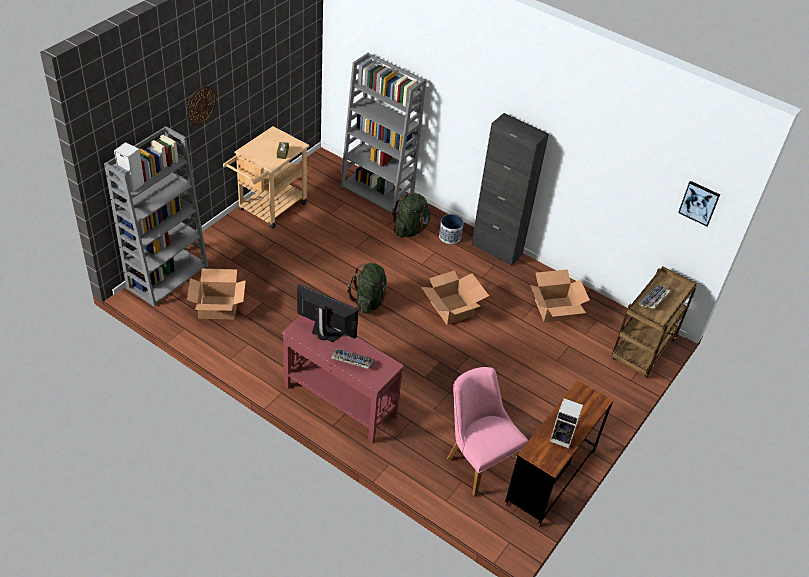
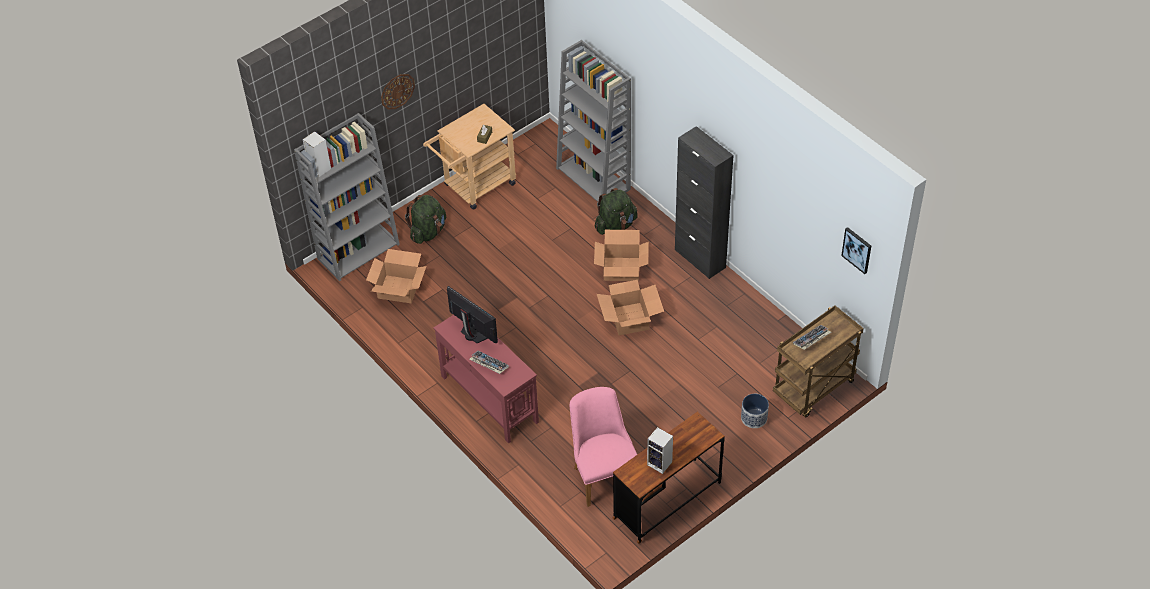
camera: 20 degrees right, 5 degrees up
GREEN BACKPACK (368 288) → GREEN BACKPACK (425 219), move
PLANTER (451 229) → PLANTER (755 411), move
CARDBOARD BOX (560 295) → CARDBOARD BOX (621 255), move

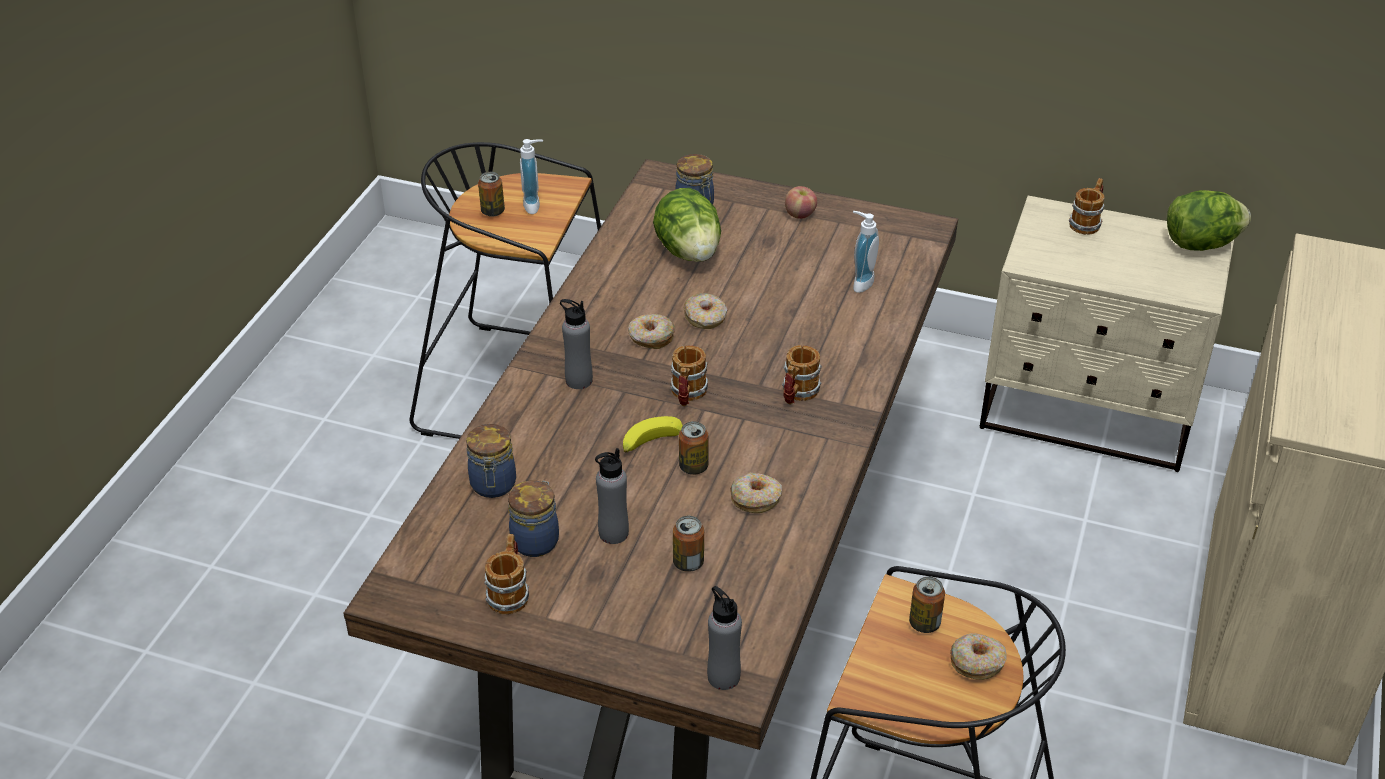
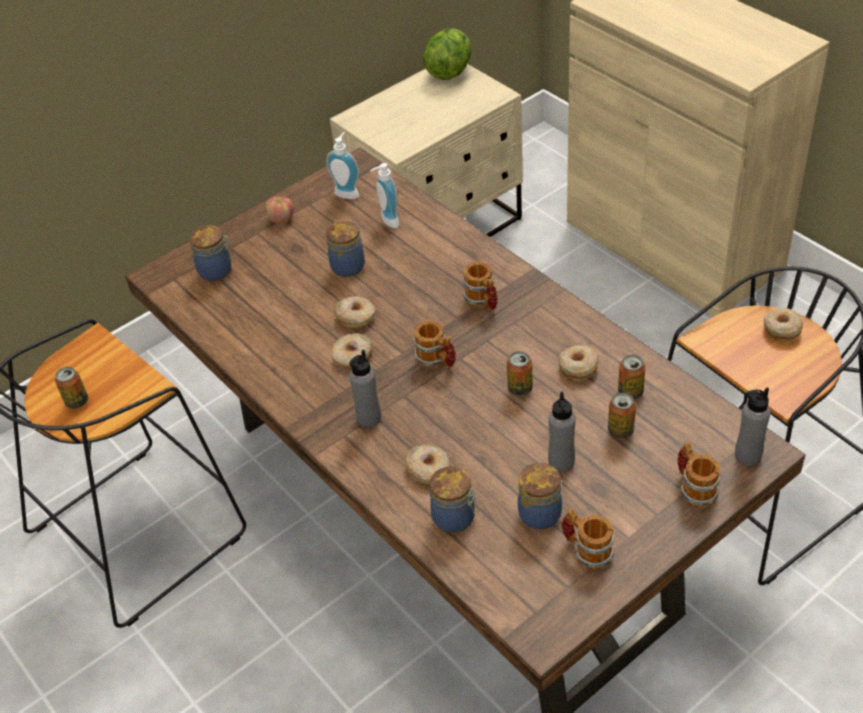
camera: 55 degrees left, 5 degrees up
SOAP DISPENSER (531 176) → SOAP DISPENSER (342 165), move
BANANA (653 434) → -
LETTUCE (687 225) → -
CAN (927 605) → CAN (631 377), move
MUG (1087 206) → MUG (699 474), move
- → JAR (345 249)
- → DONUT (427 464)

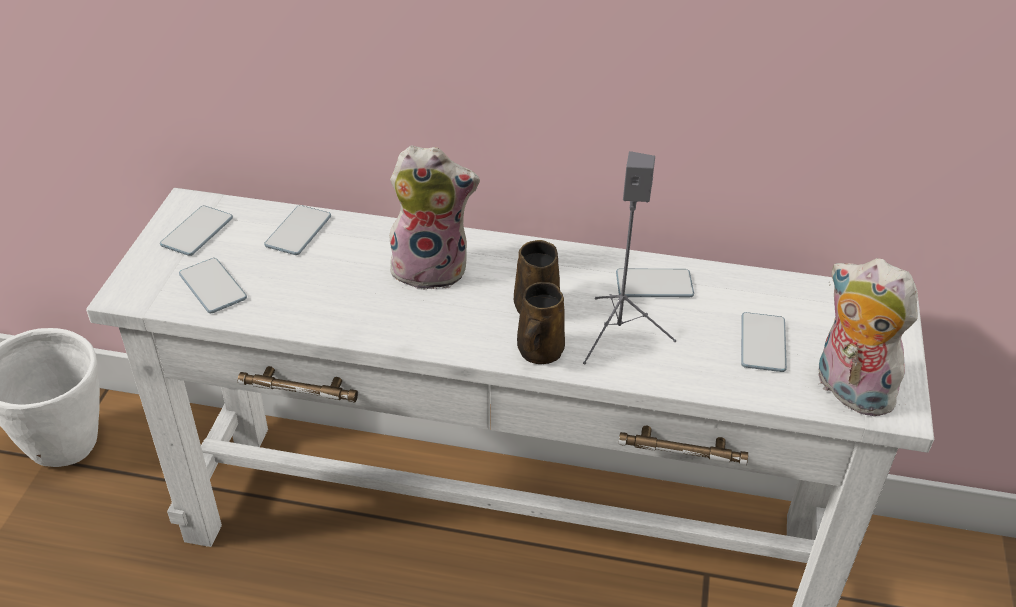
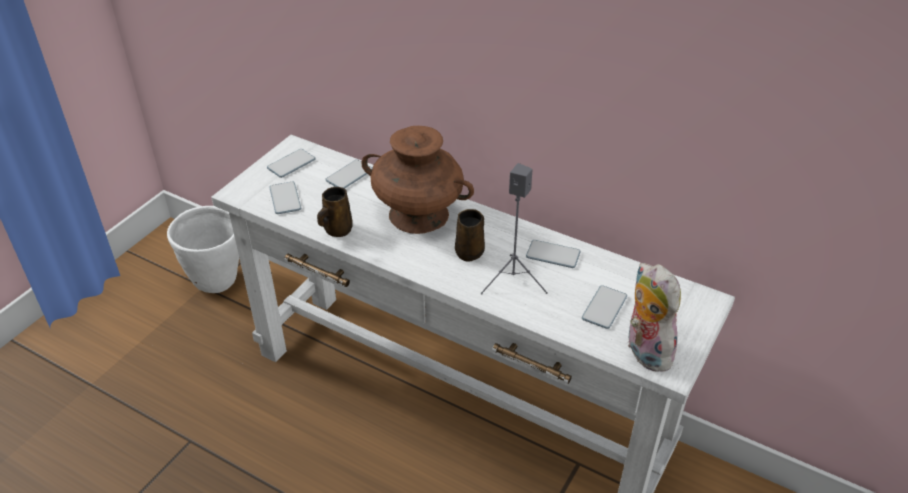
camera: 20 degrees right, 0 degrees up
PLUSH TOY (434 217) → BROWN VASE (417 180)
BROWN MUG (541 323) → BROWN MUG (335 212), move

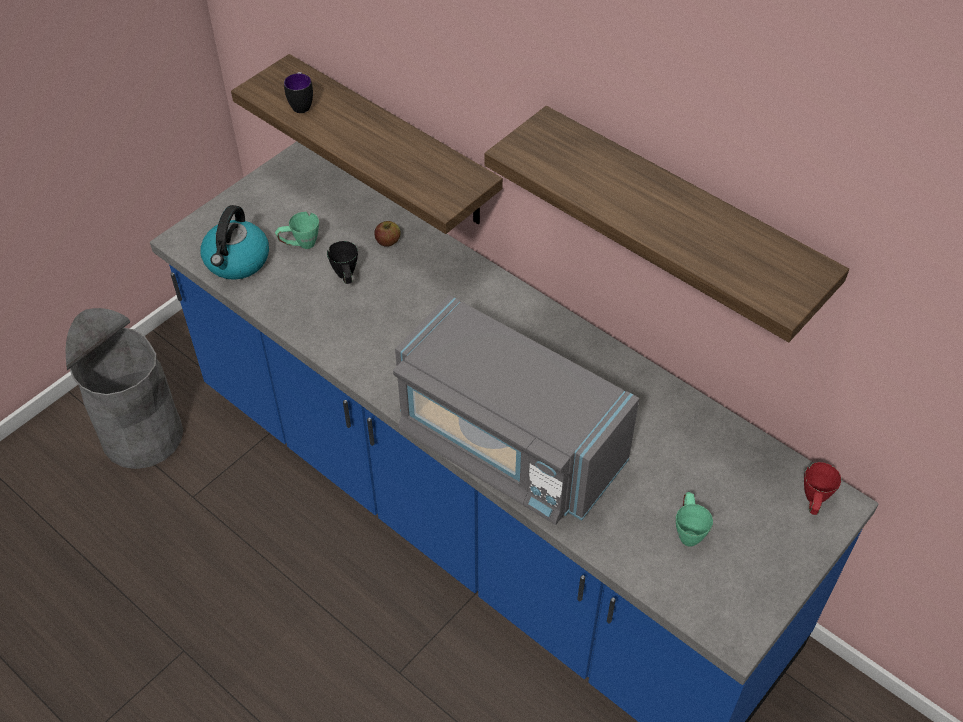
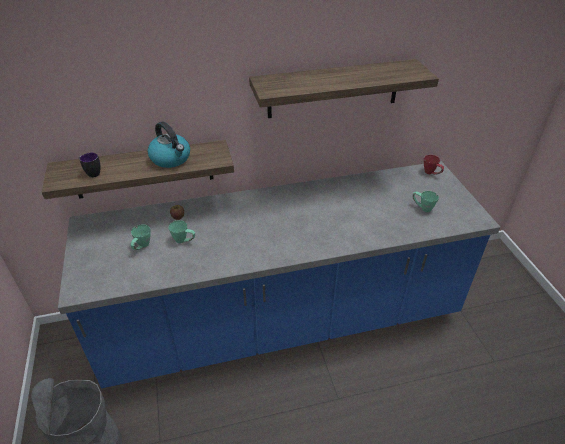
camera: 55 degrees left, 10 degrees down
KETTLE (234 242) → KETTLE (169 145), move
BLACK MUG (342 262) → GREEN MUG (181 231)
GREY MICROWAVE (516 410) → -

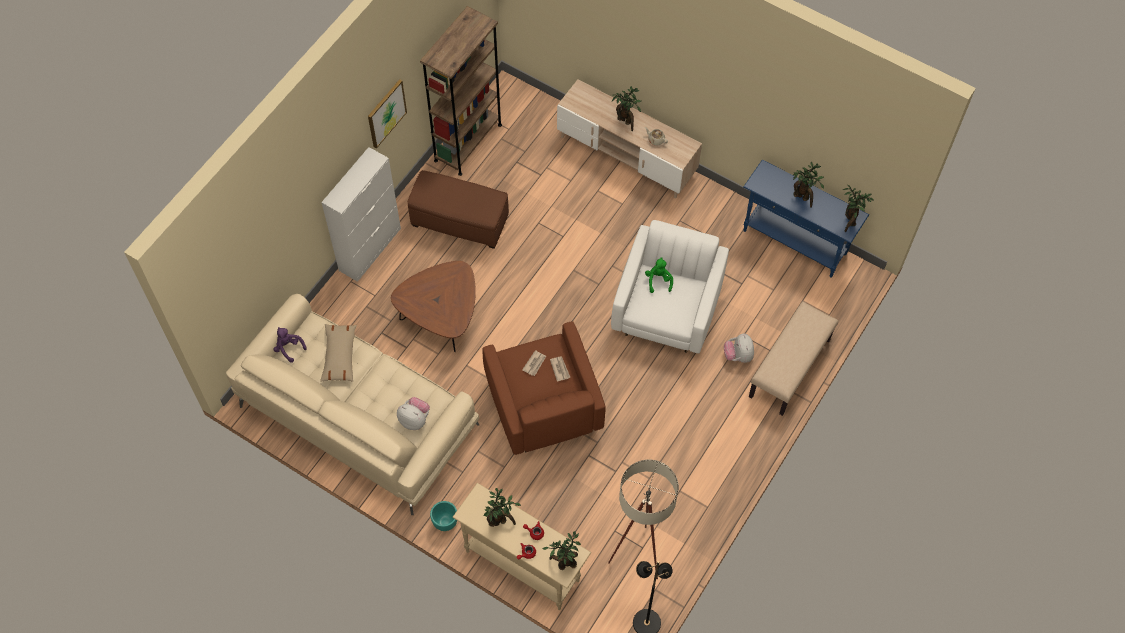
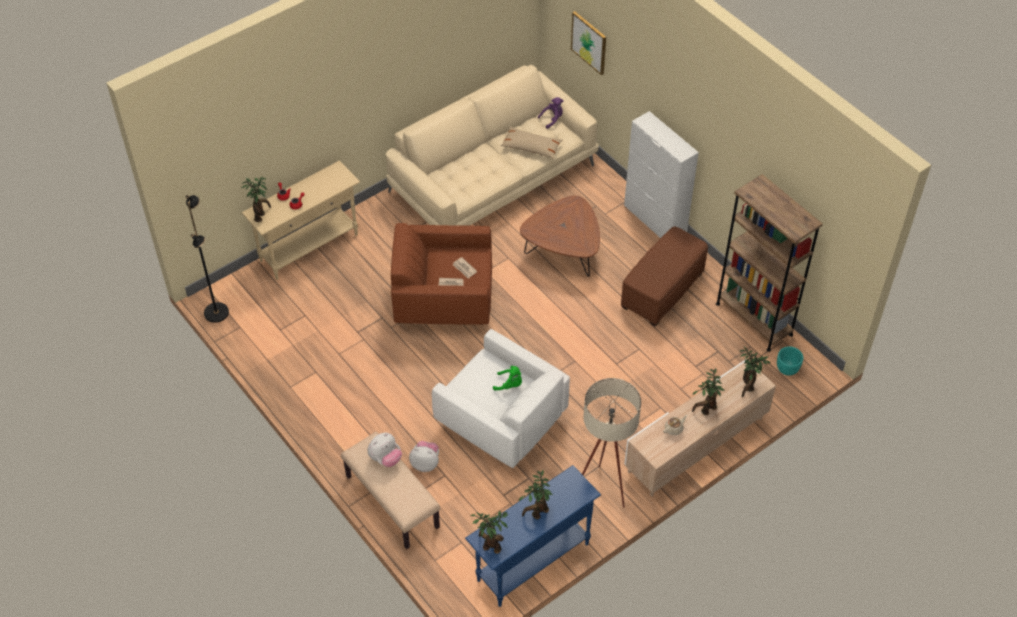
camera: 110 degrees right, 10 degrees down
PICTURE (387 114) → PICTURE (588 43), move
PLUSH TOY (413 413) → PLUSH TOY (385 450), move
TURQUOISE PLANTER (443 516) → TURQUOISE PLANTER (790 361), move
POTTED PLANT (502 507) → POTTED PLANT (755 372), move
BEIGE FLOOR LAMP (643 519) → BEIGE FLOOR LAMP (611 443), move

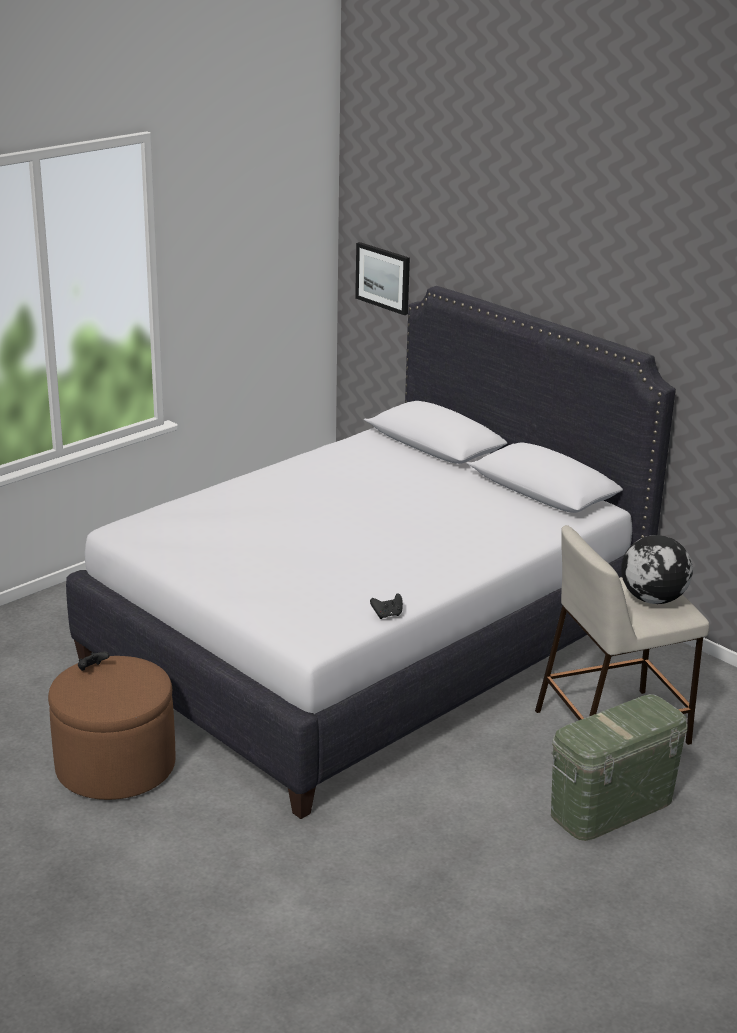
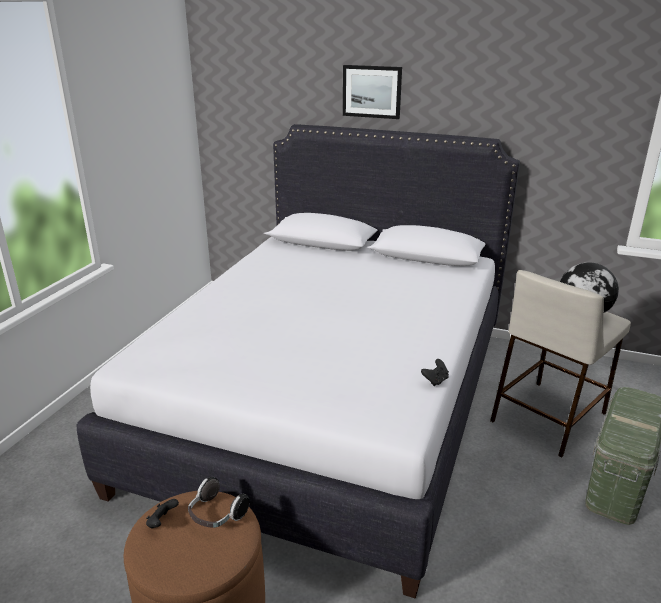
camera: 25 degrees left, 0 degrees up
PICTURE (382 278) → PICTURE (372 92), move
- → HEADPHONES (219 502)

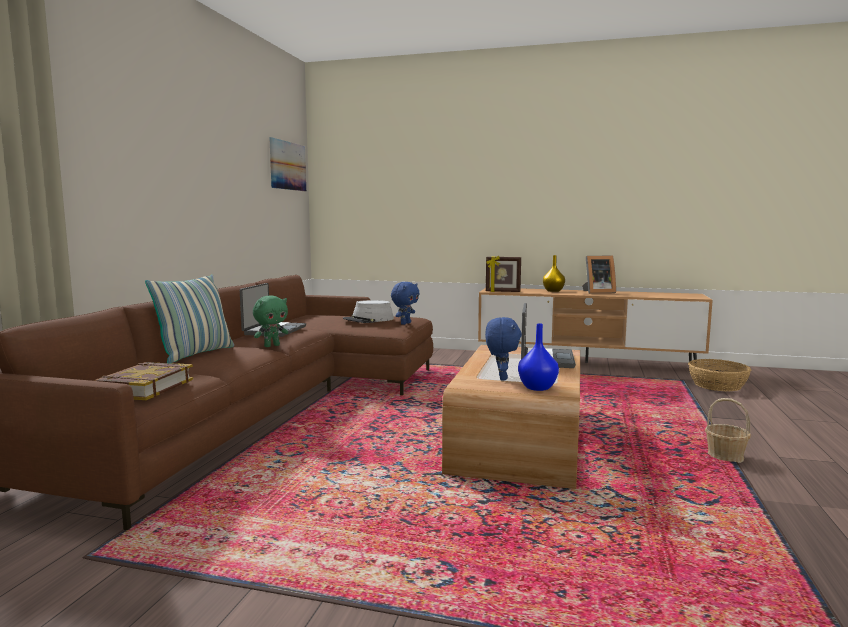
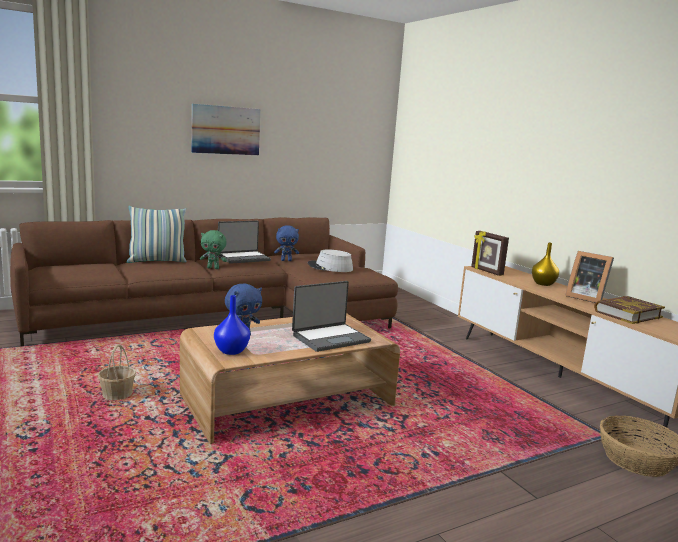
camera: 45 degrees right, 5 degrees up
BOOK (143 381) → BOOK (629 310), move
PICTURE (287 164) → PICTURE (226 129), move
BLUE PLUSH TOY (405 303) → BLUE PLUSH TOY (286 243), move
BASKET (728 430) → BASKET (117 372), move

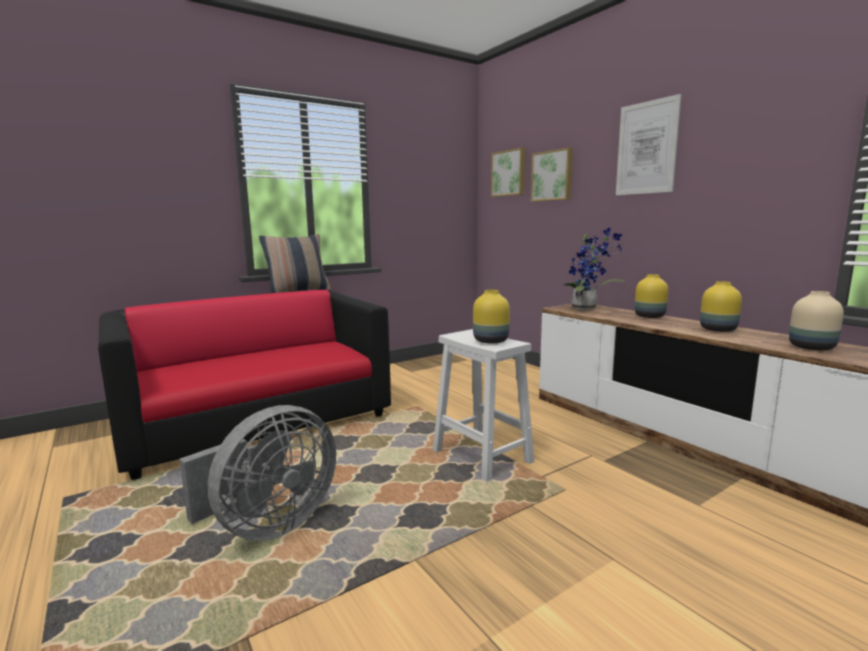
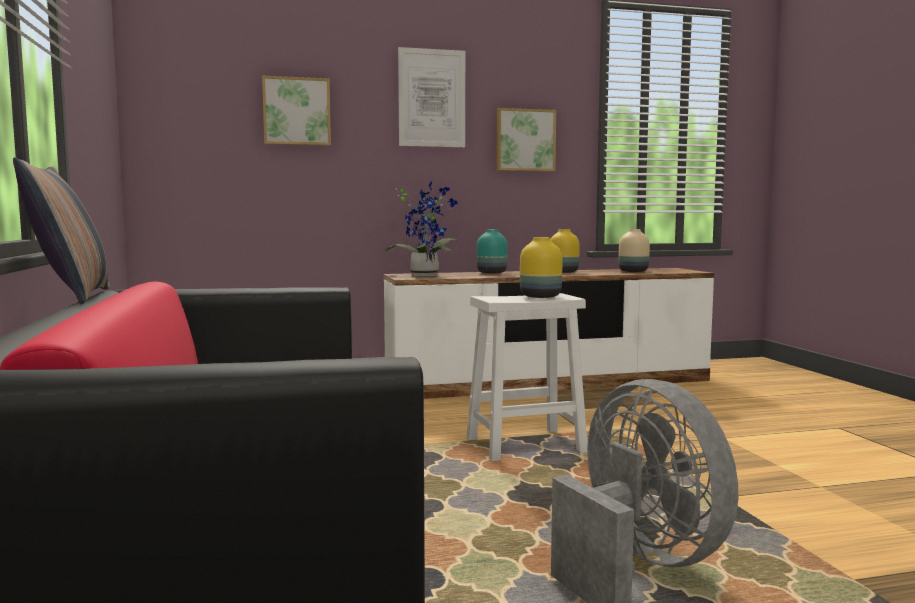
camera: 70 degrees left, 5 degrees down
PICTURE (508 172) → PICTURE (526 139), move
YELLOW VASE (651 296) → TURQUOISE VASE (492 251)

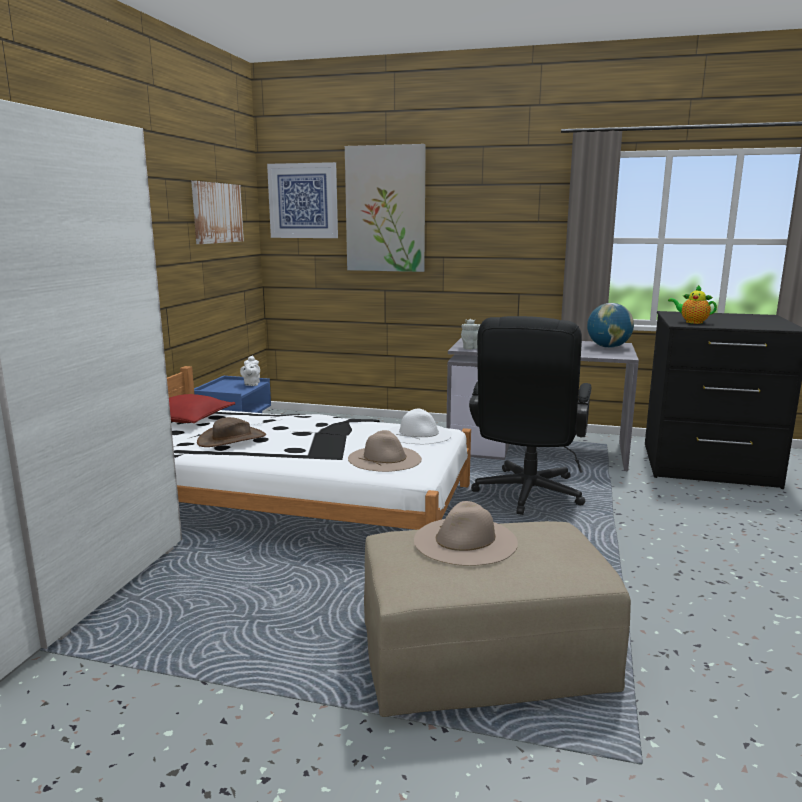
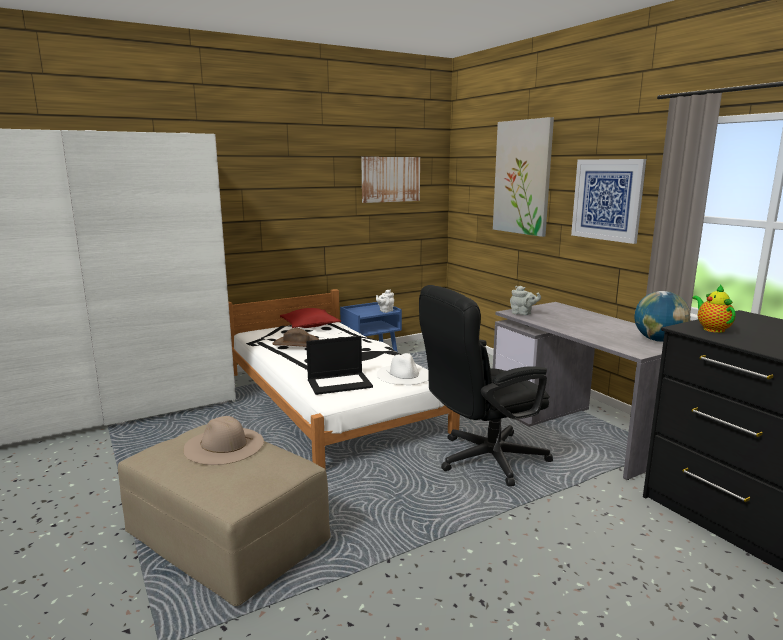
camera: 45 degrees right, 0 degrees up
PICTURE (302 200) → PICTURE (608 201), move
BEIGE HAT (385 451) → LAPTOP (339 365)

